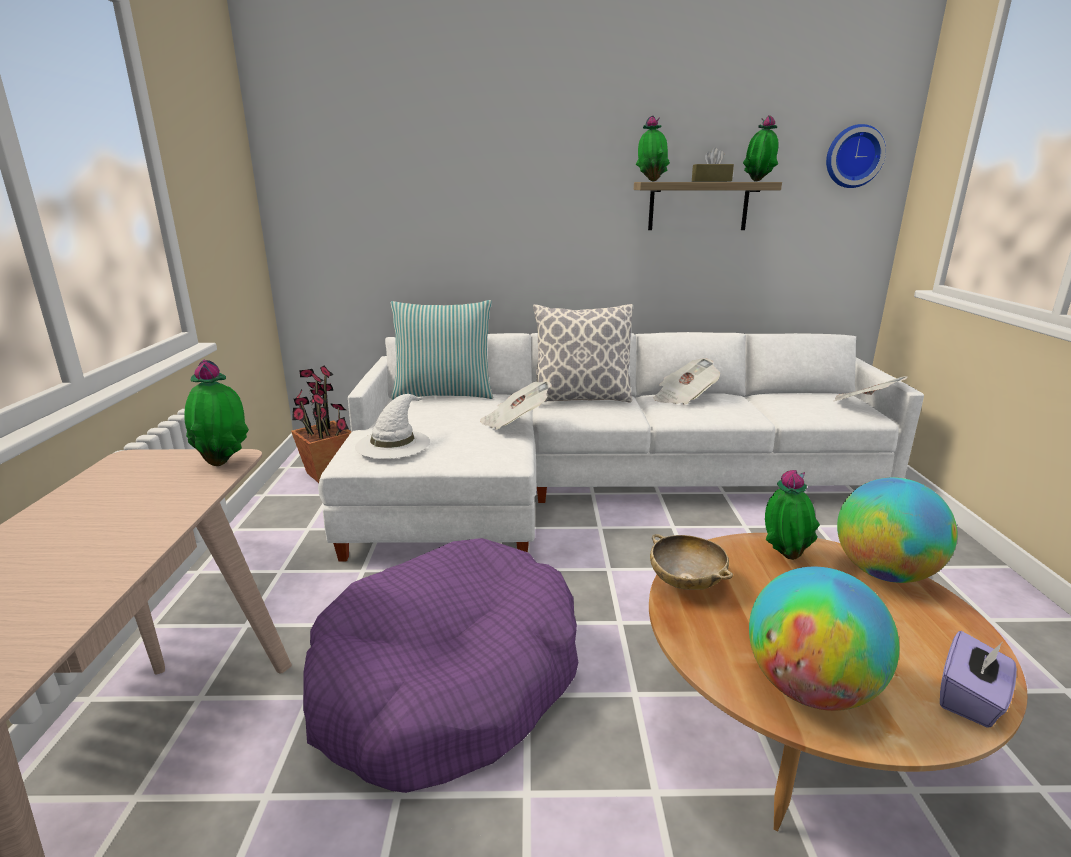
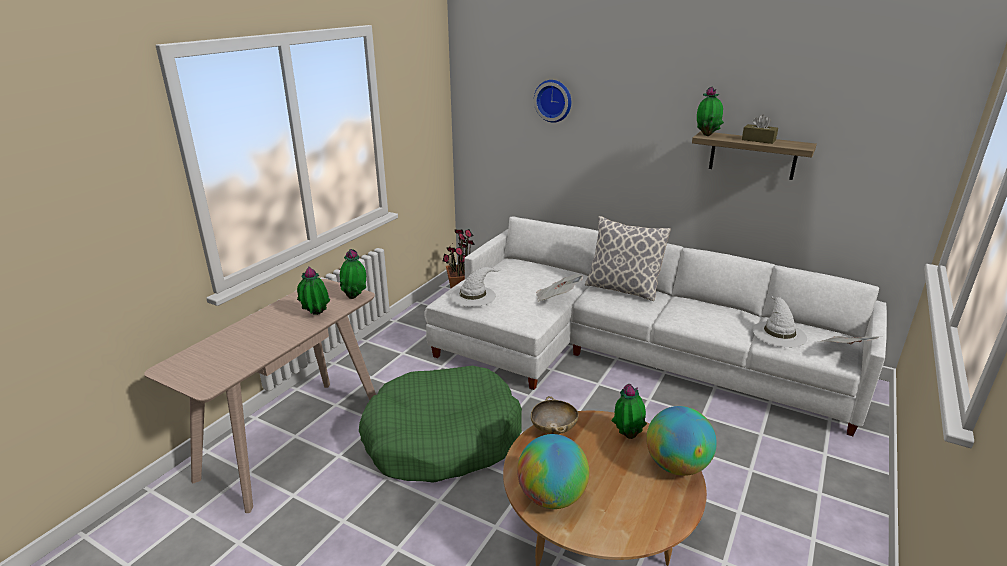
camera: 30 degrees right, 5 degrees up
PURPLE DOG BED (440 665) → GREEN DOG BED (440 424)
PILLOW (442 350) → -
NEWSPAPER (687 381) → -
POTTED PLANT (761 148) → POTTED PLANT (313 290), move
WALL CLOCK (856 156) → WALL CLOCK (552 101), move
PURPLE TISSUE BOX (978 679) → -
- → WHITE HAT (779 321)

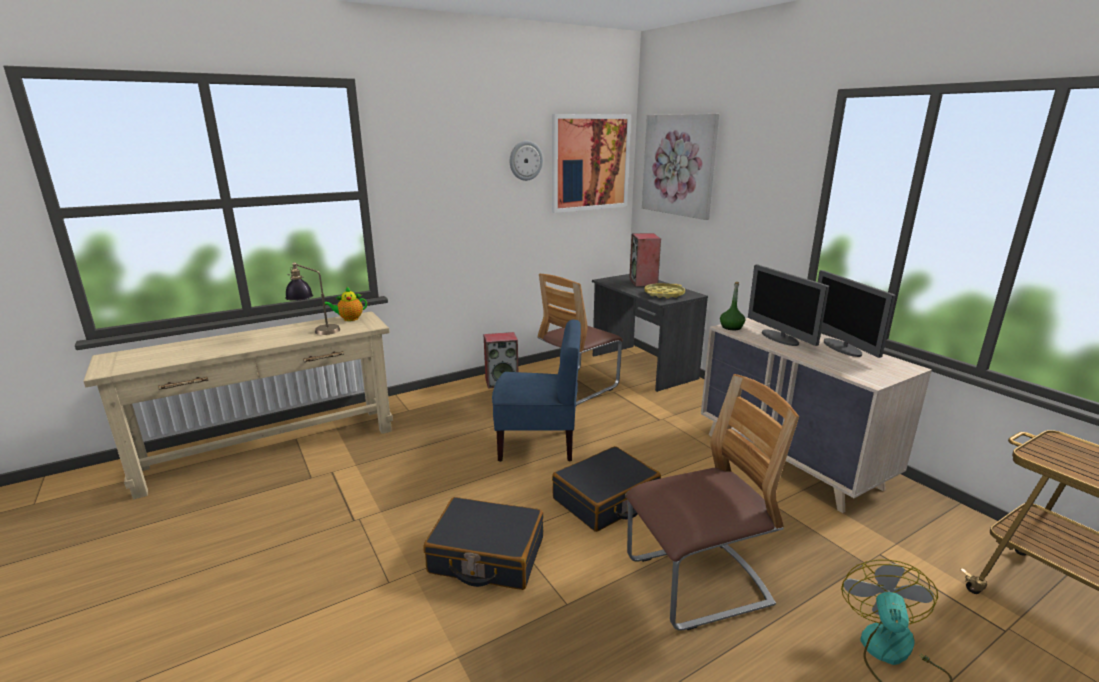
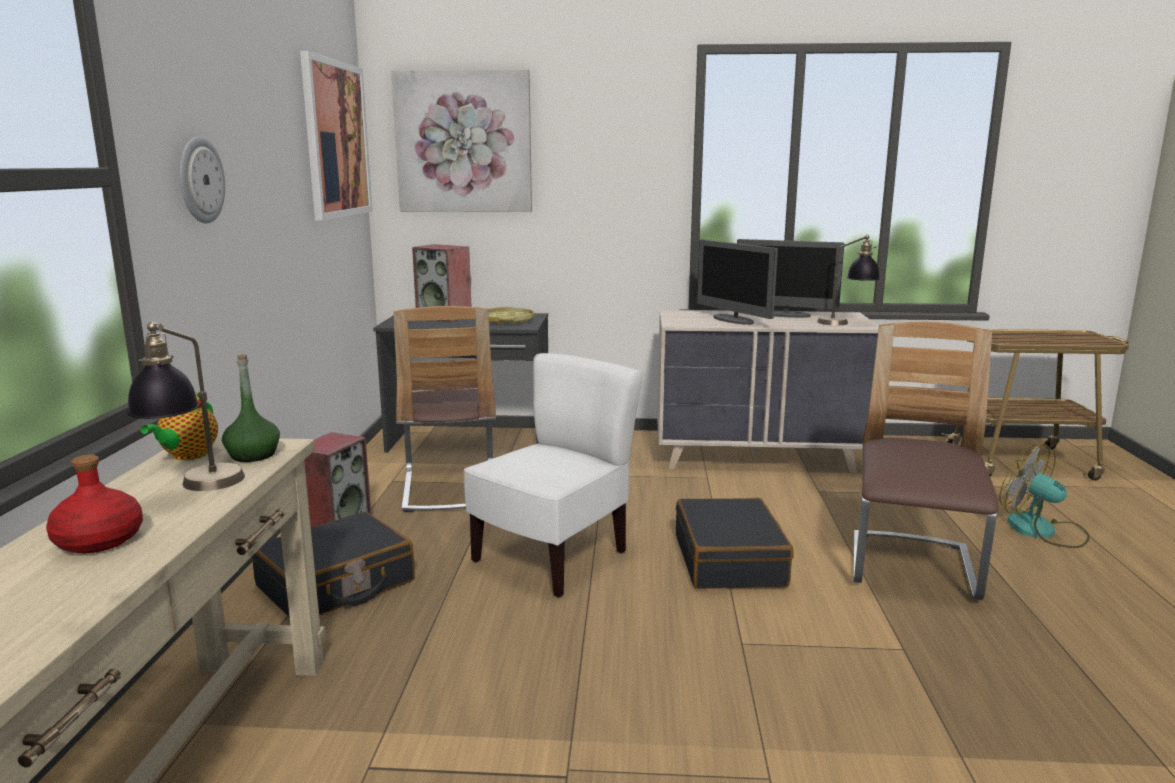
camera: 55 degrees left, 5 degrees down
BLACK SUITCASE (483 543) → BLACK SUITCASE (333 565), move
BLUE CHAIR (536 391) → WHITE CHAIR (553 475)
WALL CLOCK (526 161) → WALL CLOCK (202 179), move
GREEN BOTTLE (733 306) → GREEN BOTTLE (251 408), move
MONITOR (788 305) → MONITOR (737 282), 45 degrees clockwise
- → RED BOTTLE (94 503)
- → TABLE LAMP (848 280)

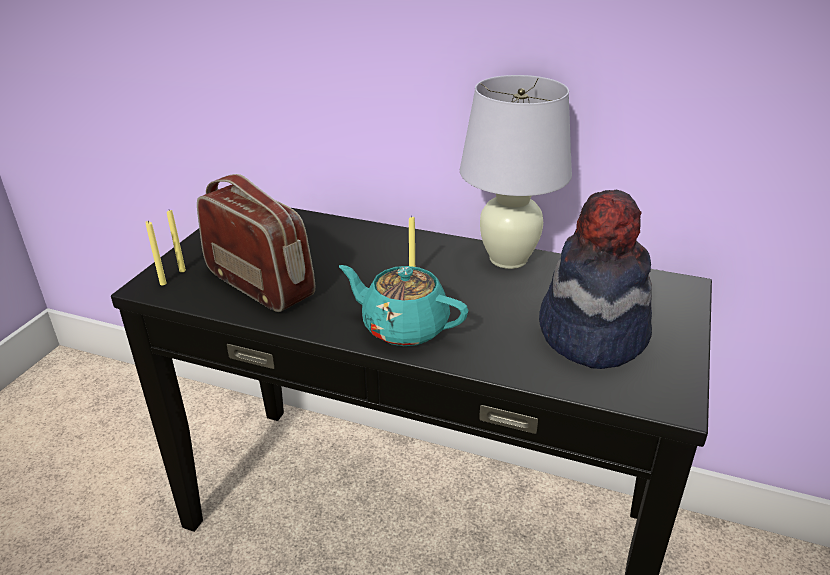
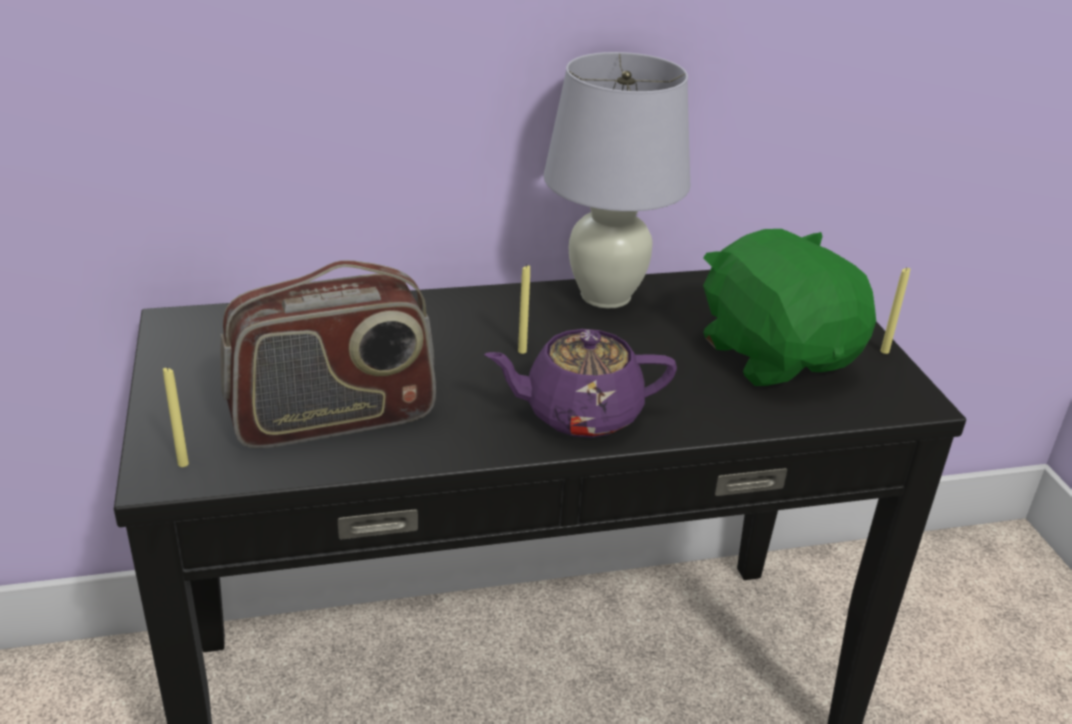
camera: 35 degrees left, 0 degrees up
YELLOW CANDLE (176 241) → YELLOW CANDLE (895 311), move
RADIO (256 243) → RADIO (328 354), 150 degrees clockwise
TURQUOISE TEAPOT (403 305) → PURPLE TEAPOT (580 383)
HAT (595 279) → GREEN PLUSH TOY (789 307)

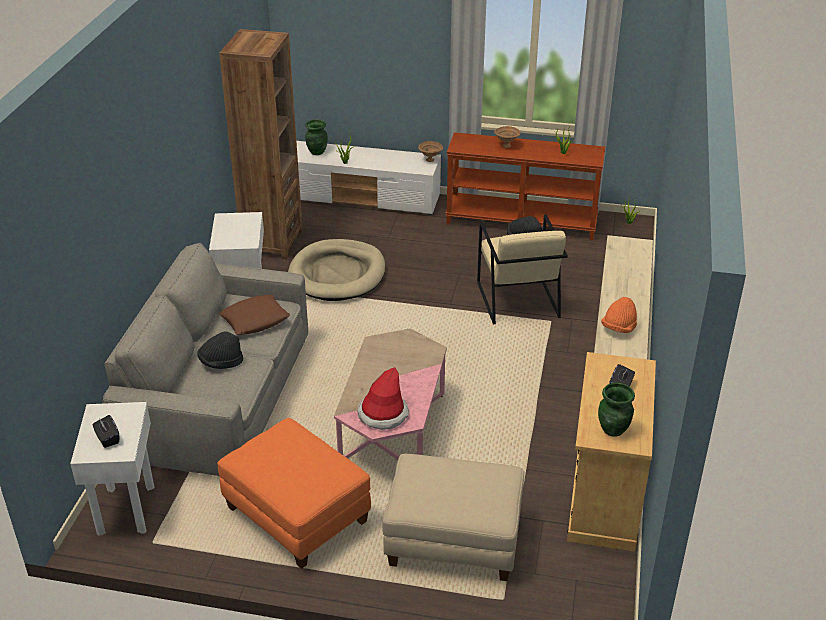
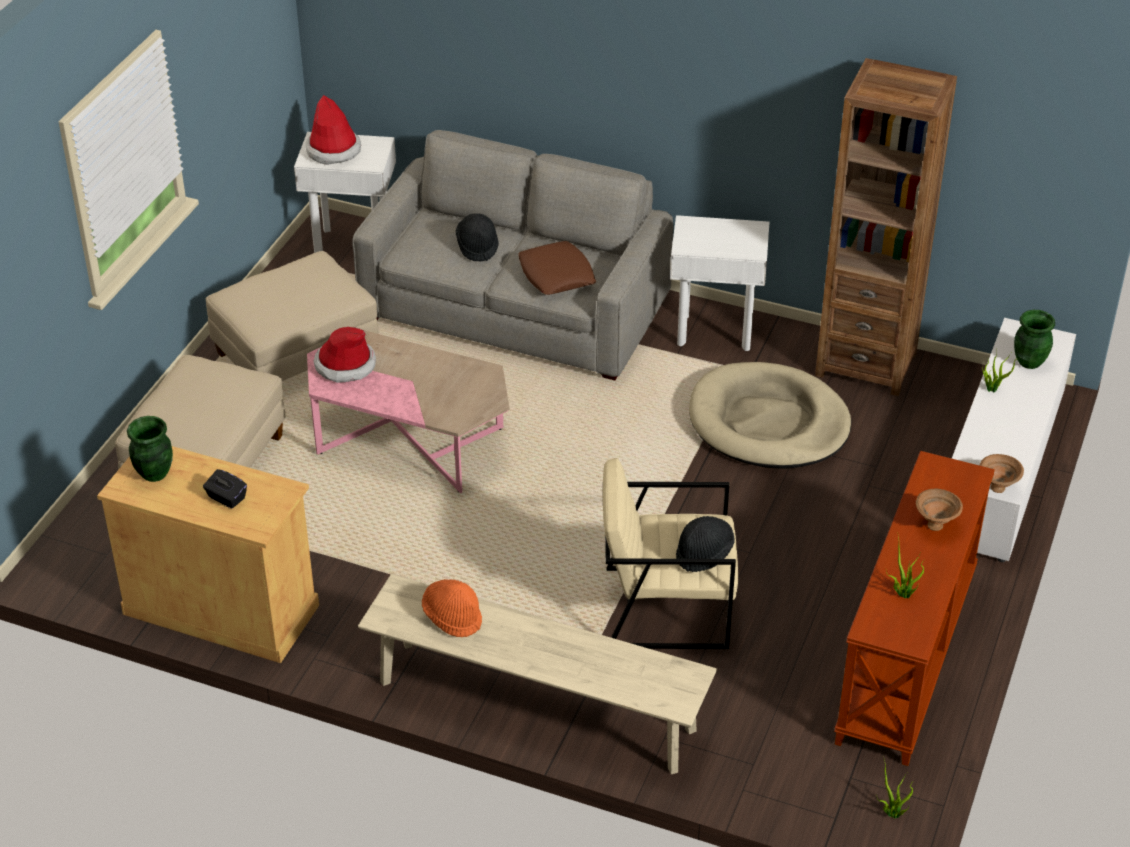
camera: 100 degrees right, 5 degrees up
BLACK TISSUE BOX (105 431) → HAT (333 130)
ORANGE OTTOMAN (294 493) → BEIGE OTTOMAN (292 316)

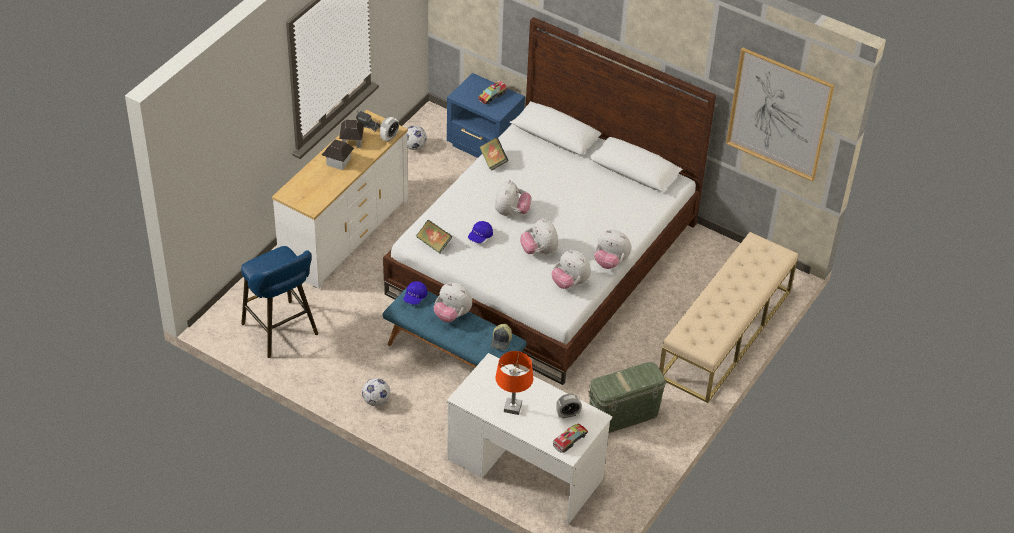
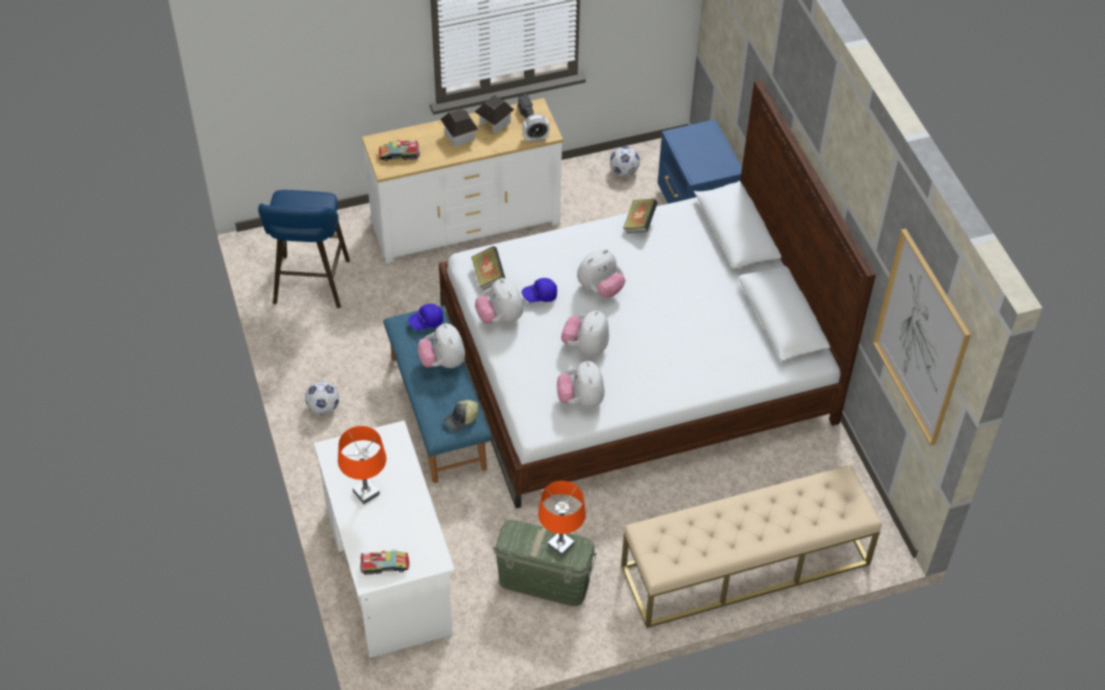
camera: 40 degrees right, 5 degrees up
TOY TRUCK (492 92) → TOY TRUCK (399 150), move
ALARM CLOCK (569 406) → -
PLUSH TOY (613 249) → PLUSH TOY (499 301), move
- → ORANGE TABLE LAMP (562 519)

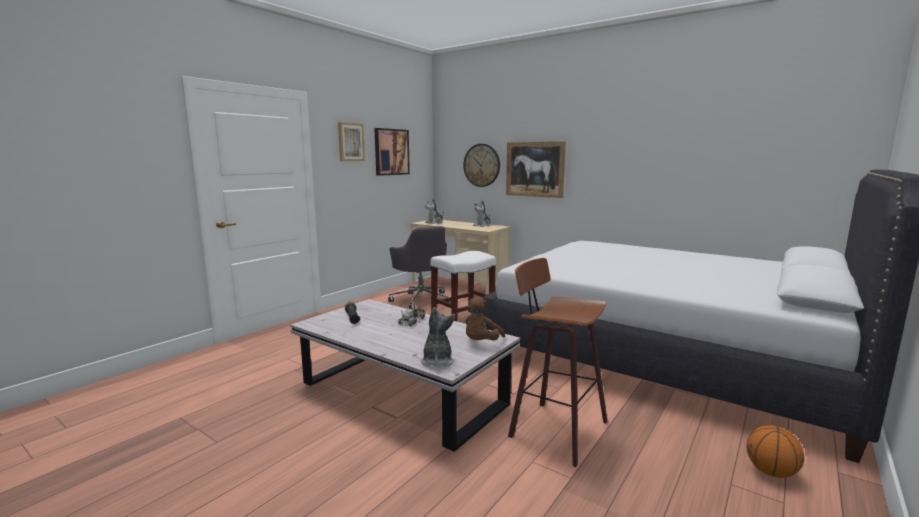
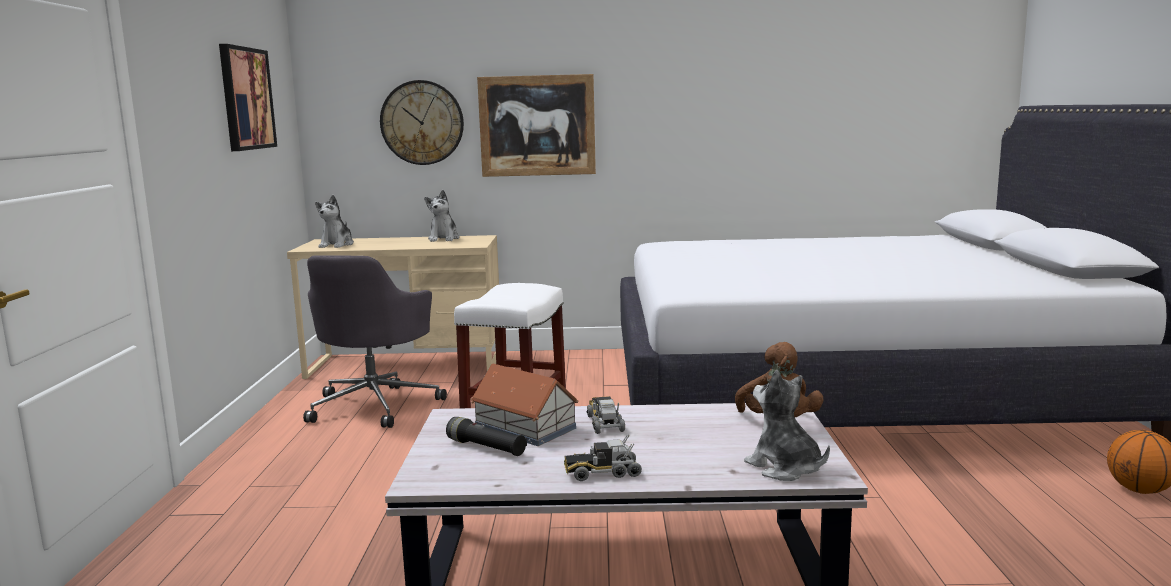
camera: 35 degrees left, 0 degrees up
PICTURE (351 141) → -
GREY OFFICE CHAIR (419 267) → GREY OFFICE CHAIR (375 341), 75 degrees clockwise
STOOL (558 362) → -
- → TOY HOUSE (524 405)
- → TOY TRUCK (603 458)

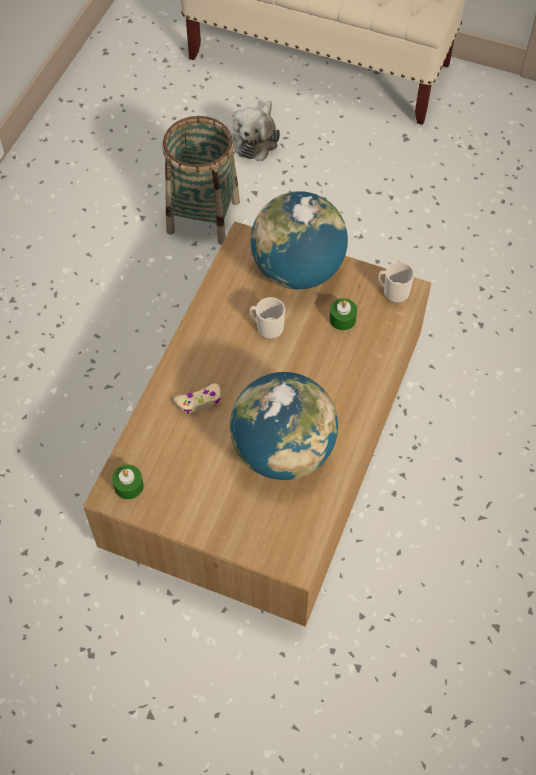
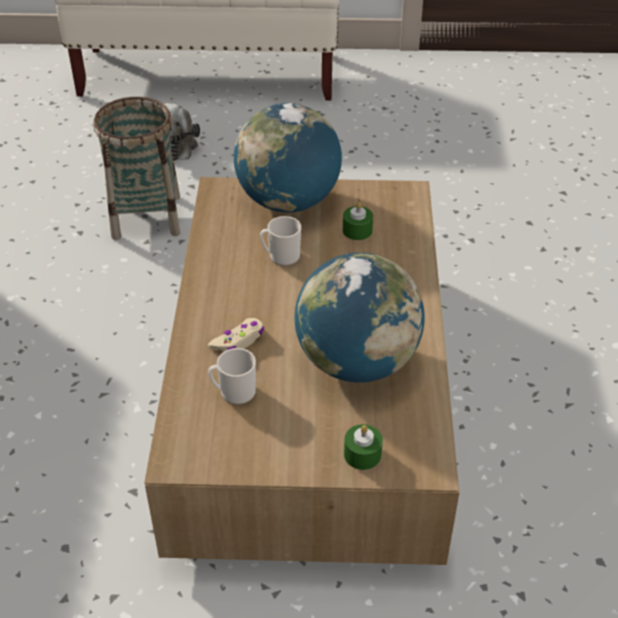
camera: 20 degrees left, 15 degrees down
GREEN CANDLE (128 482) → GREEN CANDLE (363 447), move
MUG (396 282) → MUG (232 376), move

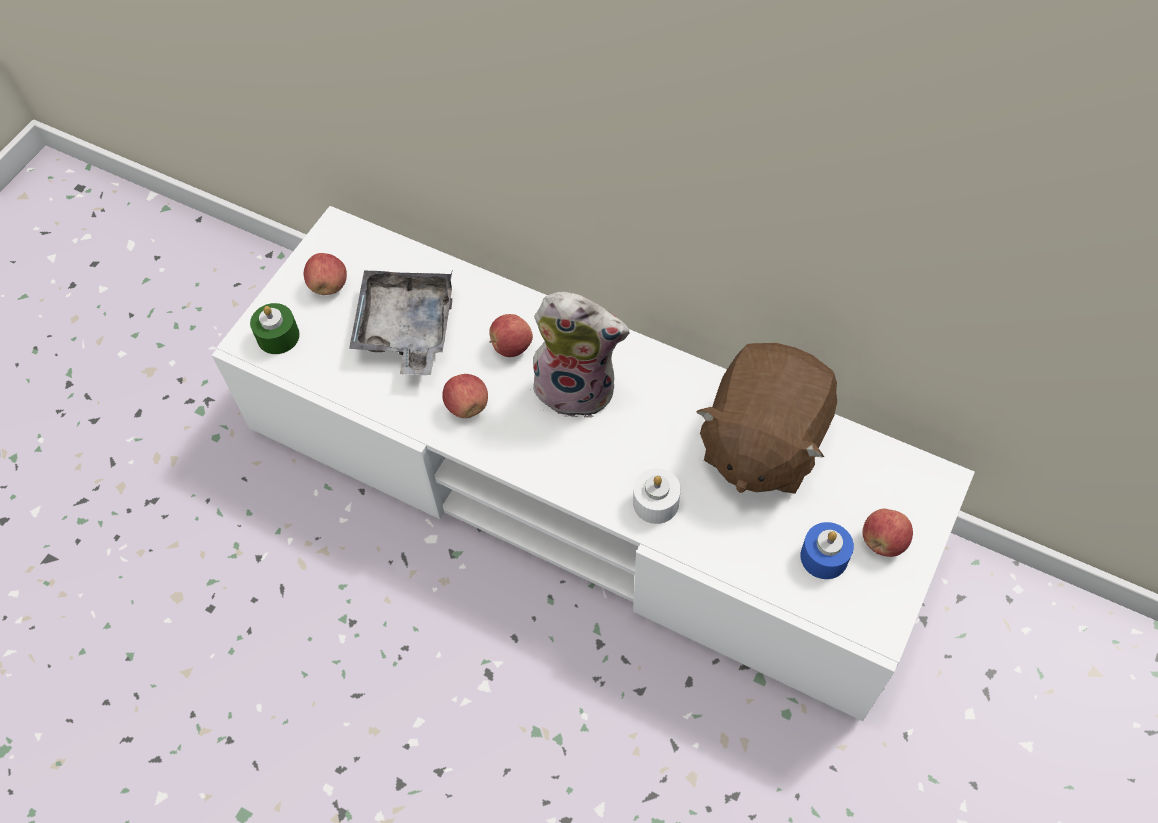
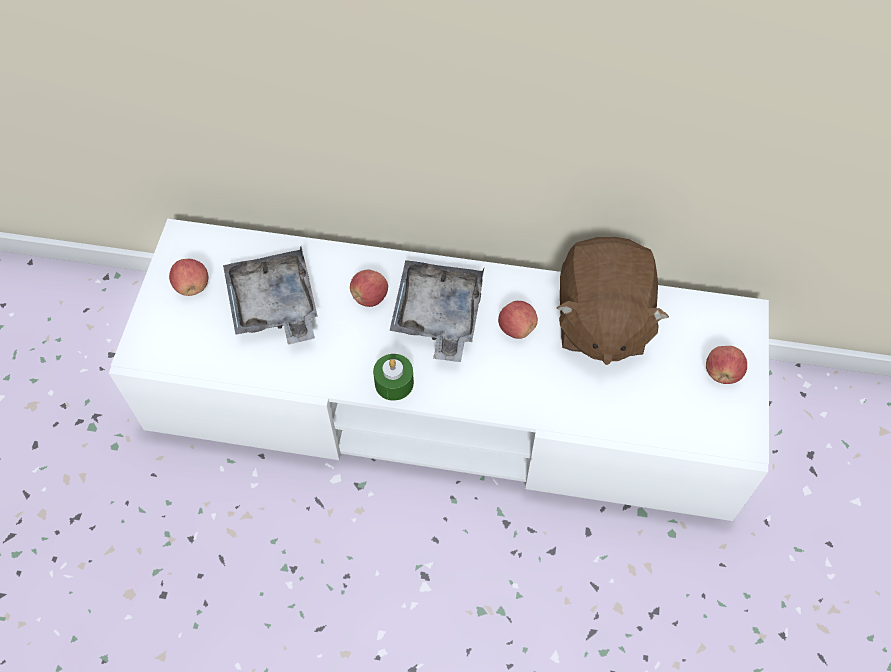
camera: 20 degrees left, 0 degrees up
GREEN CANDLE (275 328) → GREEN CANDLE (393 377), move
APPLE (465 396) → APPLE (518 320), move
PLUSH TOY (579 354) → GREY TRAY (437 311)
WHITE CANDLE (657 496) → -
BLUE CANDLE (827 550) → -

